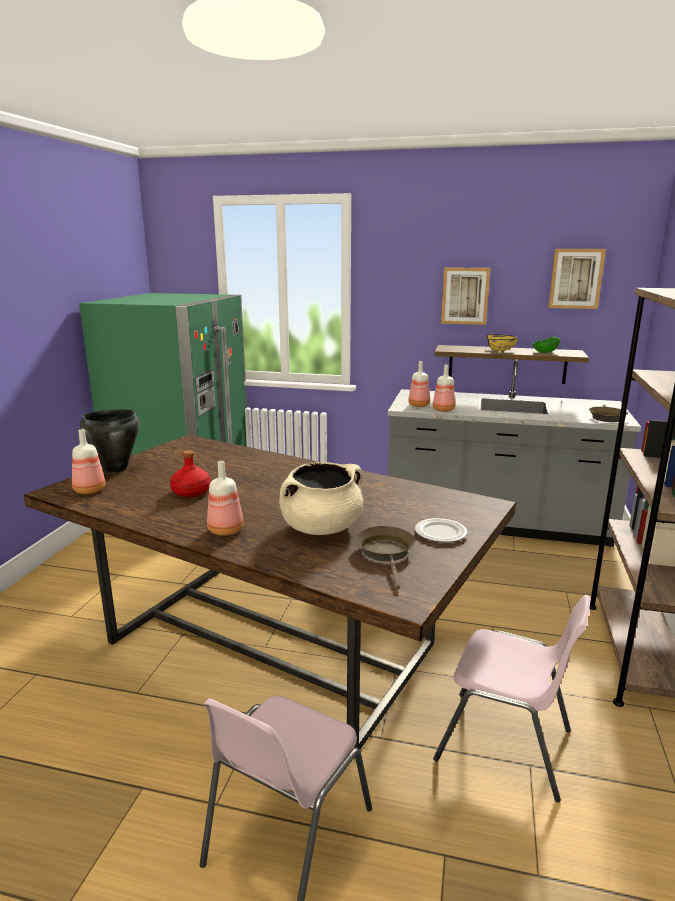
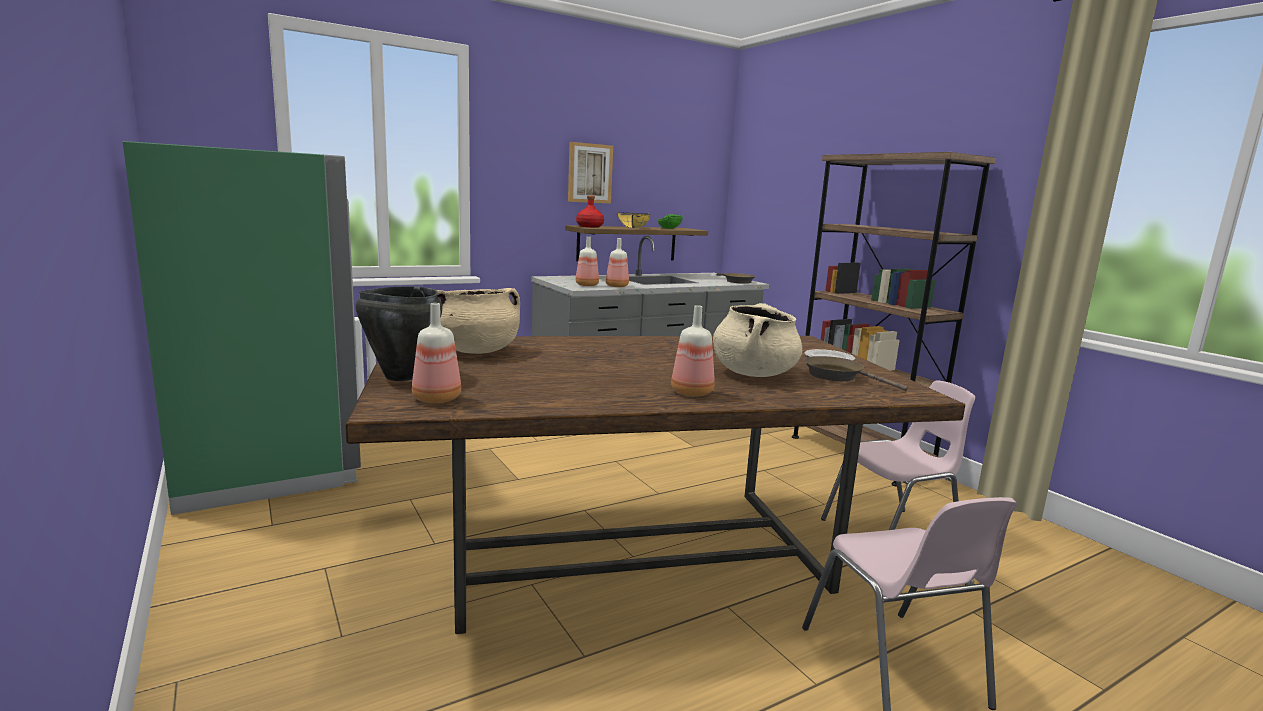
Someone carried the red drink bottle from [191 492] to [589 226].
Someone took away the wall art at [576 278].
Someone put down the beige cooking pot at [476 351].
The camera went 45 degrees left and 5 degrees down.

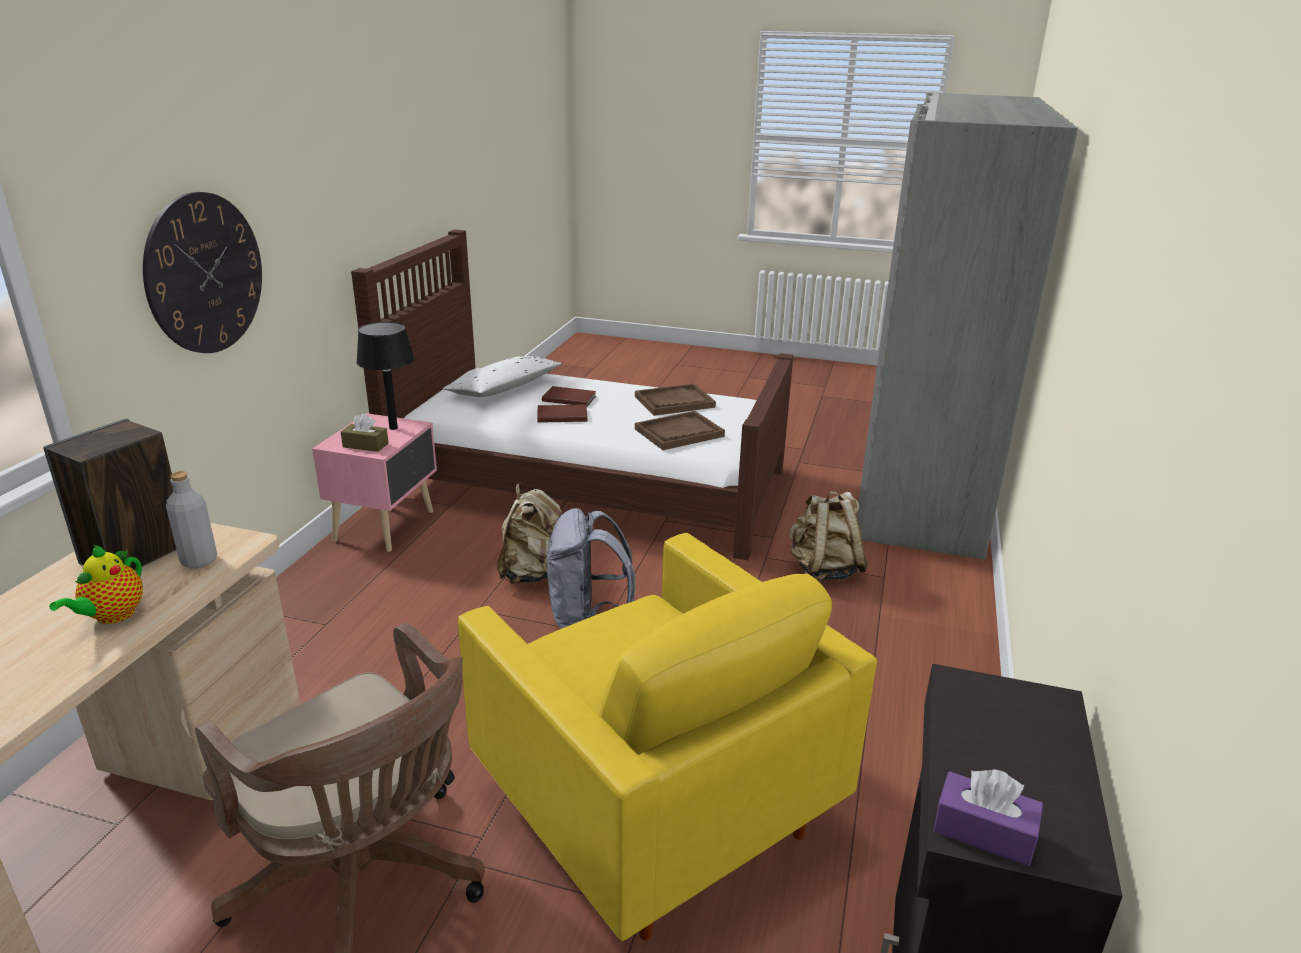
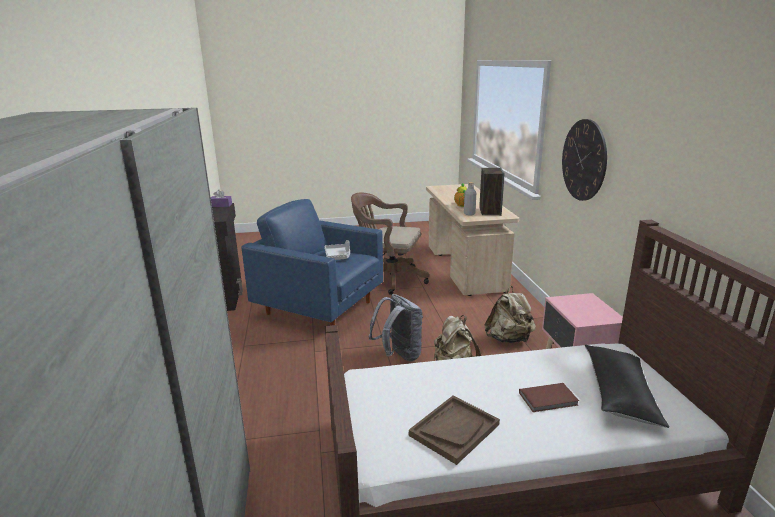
Someone took away the brownish box of tissues at [365 445].
Someone took away the black table lamp at [394 428].
Someone repainted the white-coloured cushion at [504 388], which became the black cushion at [620 393].
Someone repainted the yellow-coloured armchair at [653 807], which became the blue-coloured armchair at [320 308].
Someone took away the brownish volume at [561 415].
Someone took away the brownish carrying tray at [679 433].
Someone carried the beige rucksack from [823 570] to [509 339].
Someone put down the gray carrying tray at [338 256].
The camera went 155 degrees right and 5 degrees down.

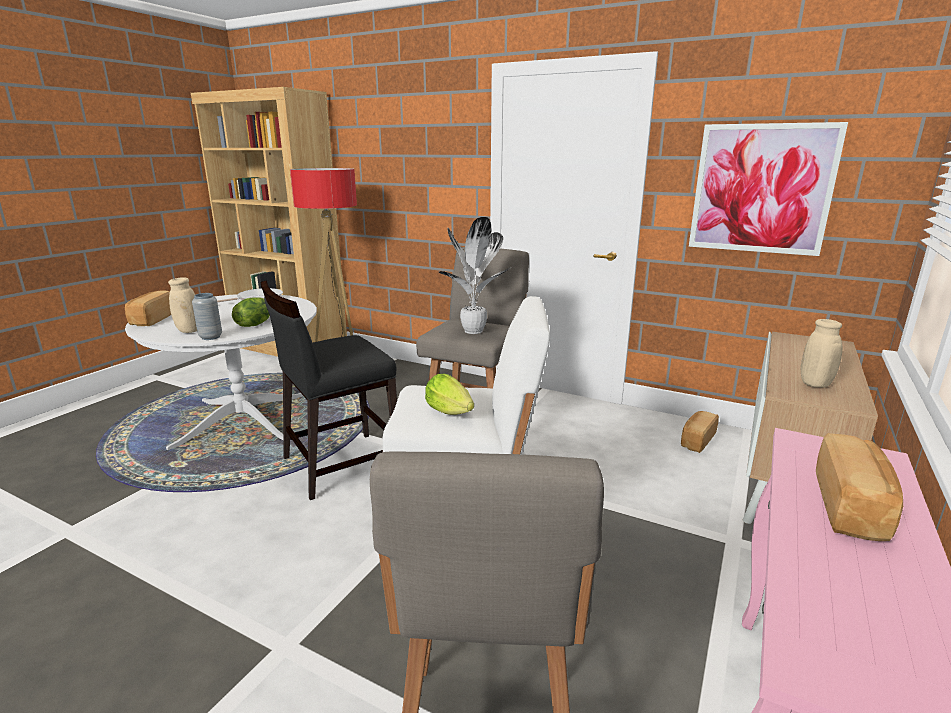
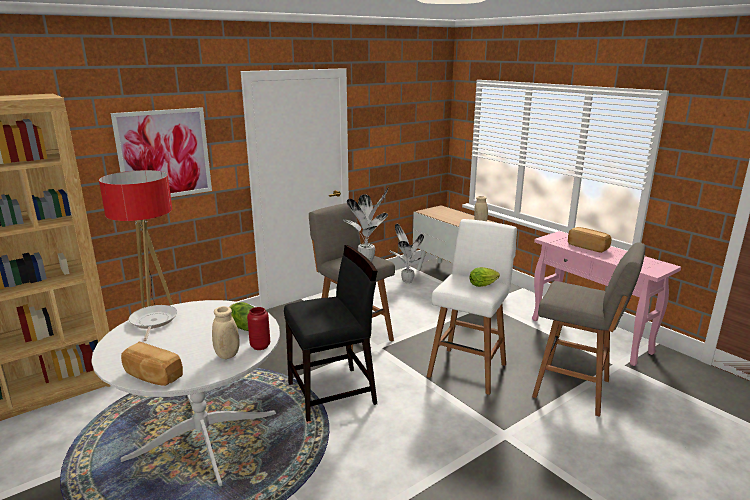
Someone repainted the gray decorative vase at [210 337], which became the red decorative vase at [260 346].
Someone rotated the black plain chair at [340 464] by 105 degrees counterclockwise.
Someone swapped the baked bread at [696 440] for the houseplant at [406 281].
Someone carried the wall art from [761 189] to [164 154].
The camera went 65 degrees left and 0 degrees up.

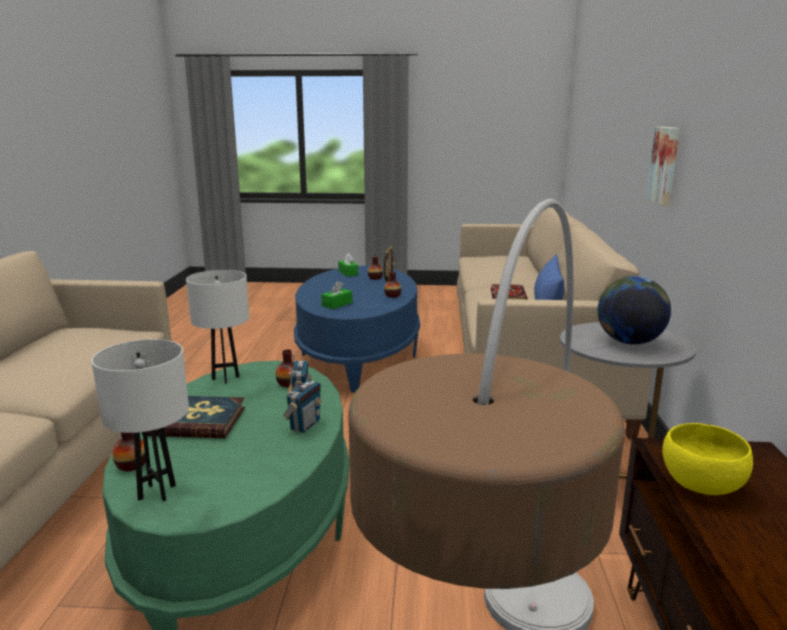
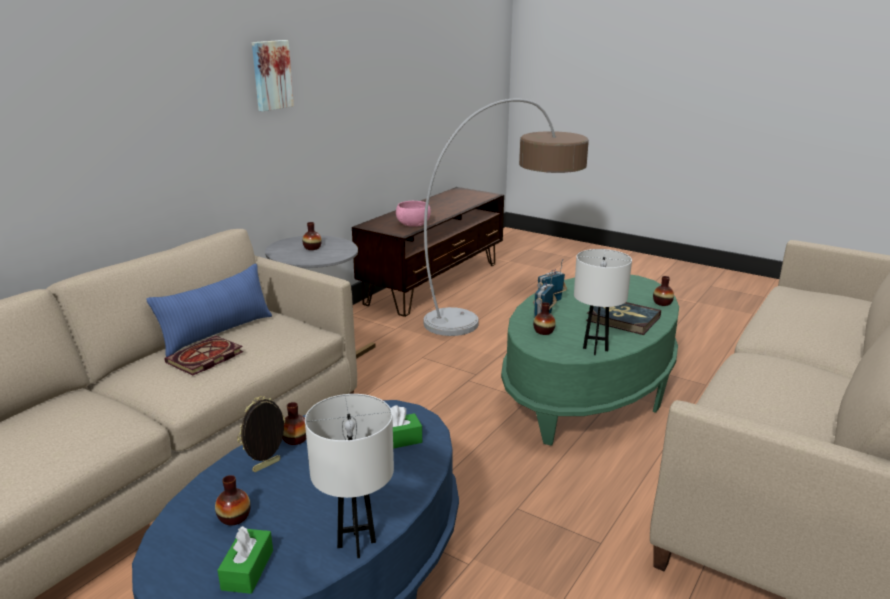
Someone carried the white-coloured table lamp from [156 492] to [357 544].
Someone swapped the globe at [629 342] for the decorative vase at [312 248].
Someone carried the wall art from [665 165] to [271 75].
Someone repainted the yellow-coloured deep dish at [702 483], which became the pink deep dish at [413 224].
The camera went 150 degrees left and 5 degrees up.

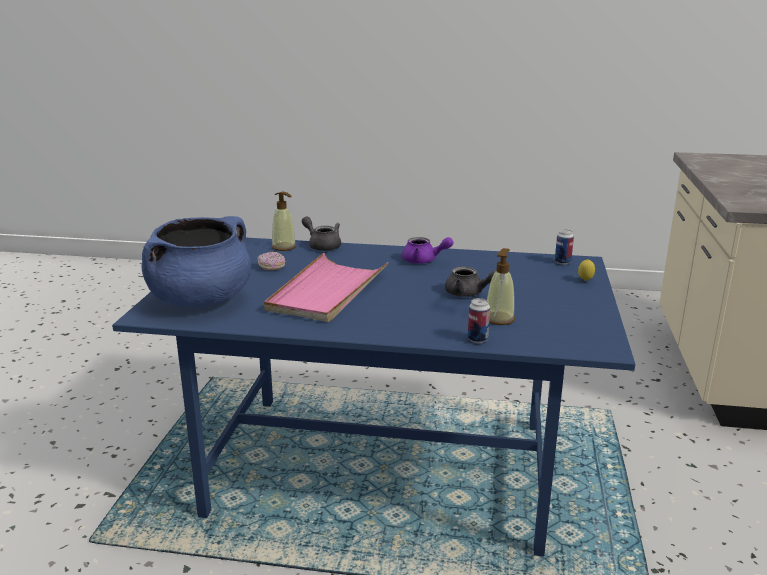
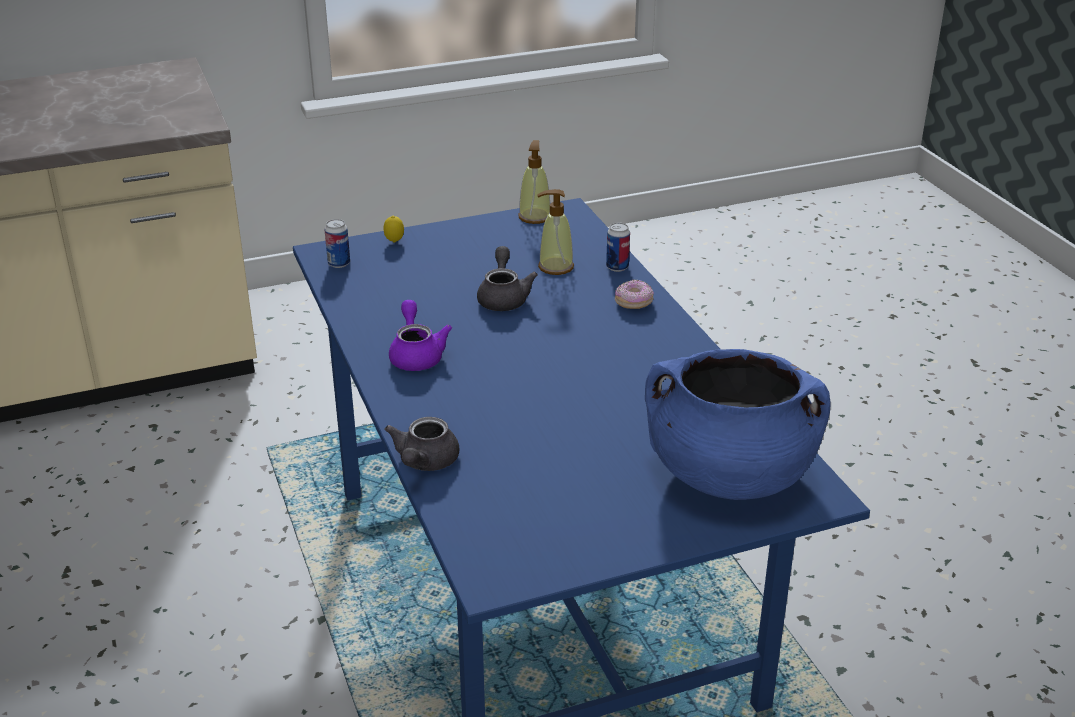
Someone carried the ring doughnut from [272 267] to [634 303].
Someone took away the pink carrying tray at [327 292].
Someone carried the soap dispenser from [284 247] to [535 217].
The camera went 120 degrees left and 10 degrees up.

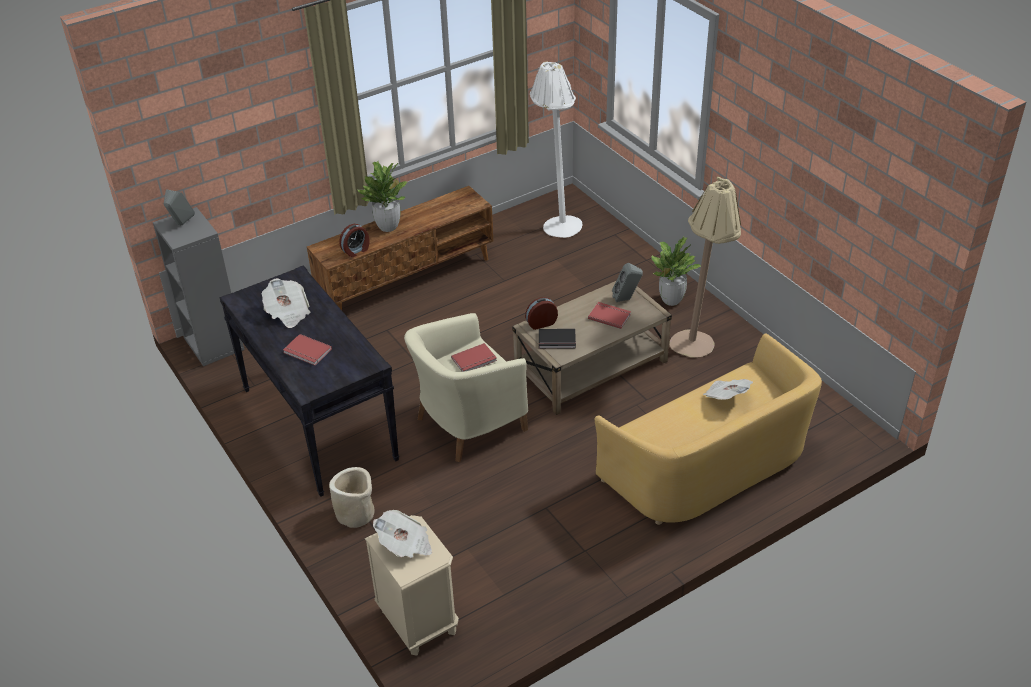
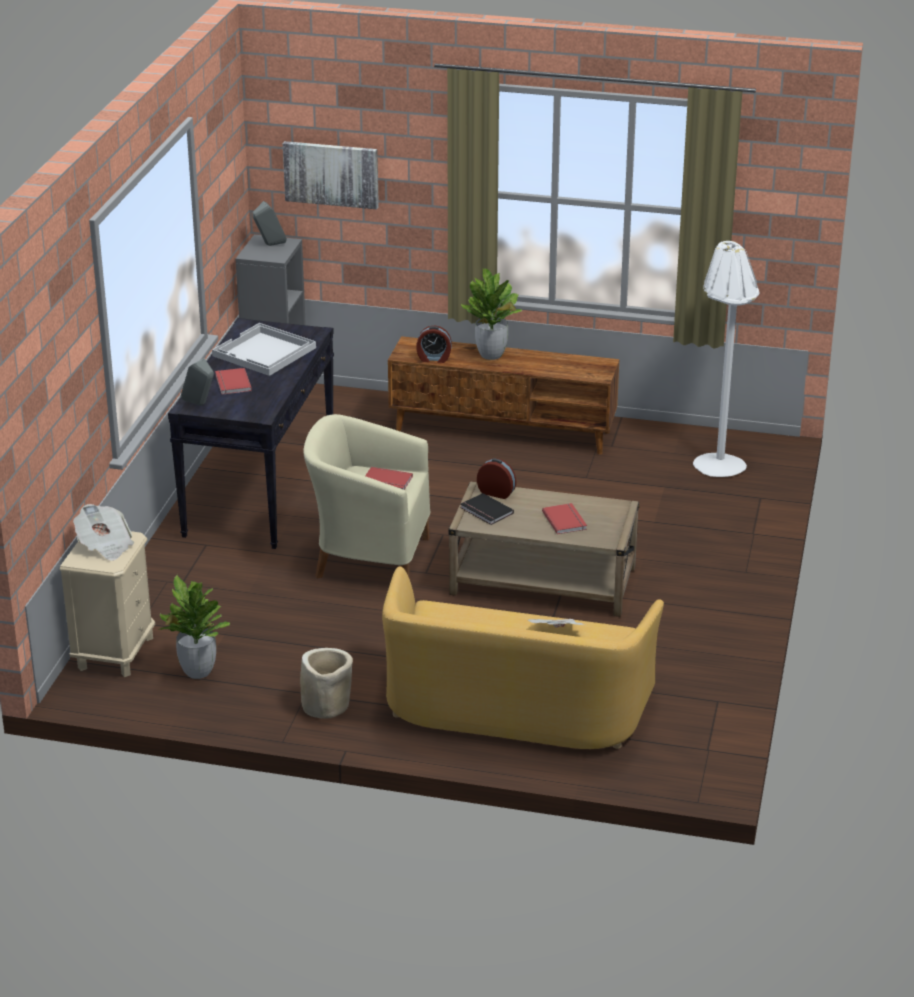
Someone swapped the newspaper at [288 313] for the white-coloured carrying tray at [264 352].
Someone carried the beige plant pot from [356 513] to [326 706].
Someone carried the gray audio speaker from [626 299] to [200 405].
Someone carried the houseplant from [671 300] to [197 671].
Someone took away the beige standard lamp at [697 350].
Someone put up the wall art at [331 174].
The camera went 45 degrees right and 10 degrees down.

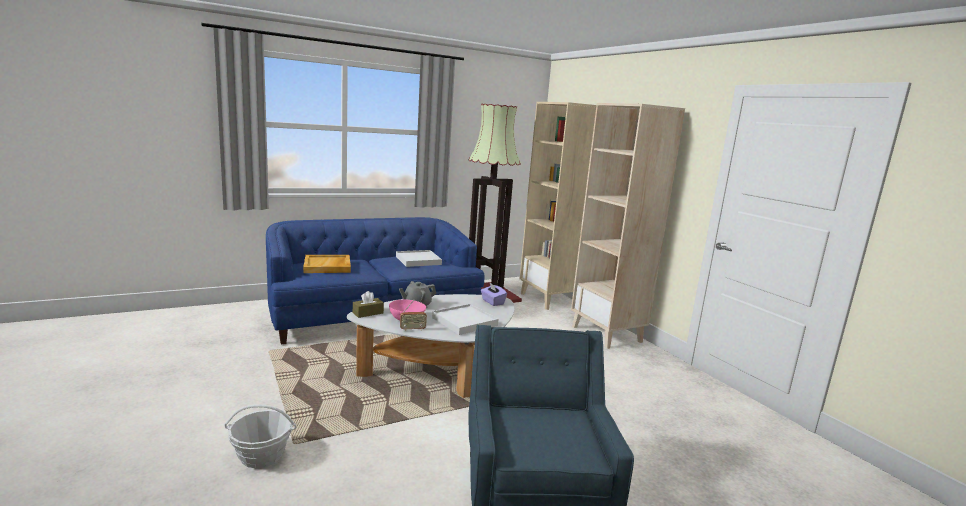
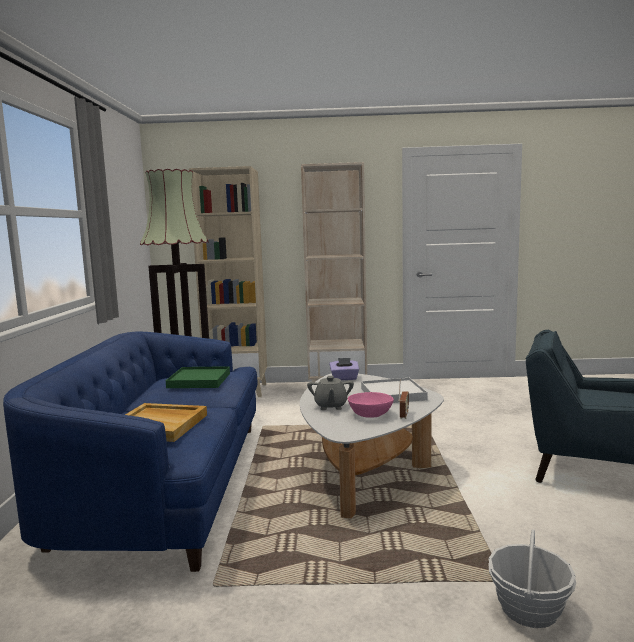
Someone took away the brownish box of tissues at [368 313].
Someone repainted the white-coloured carrying tray at [418 260], which became the green-coloured carrying tray at [199 380].
The camera went 60 degrees left and 5 degrees down.

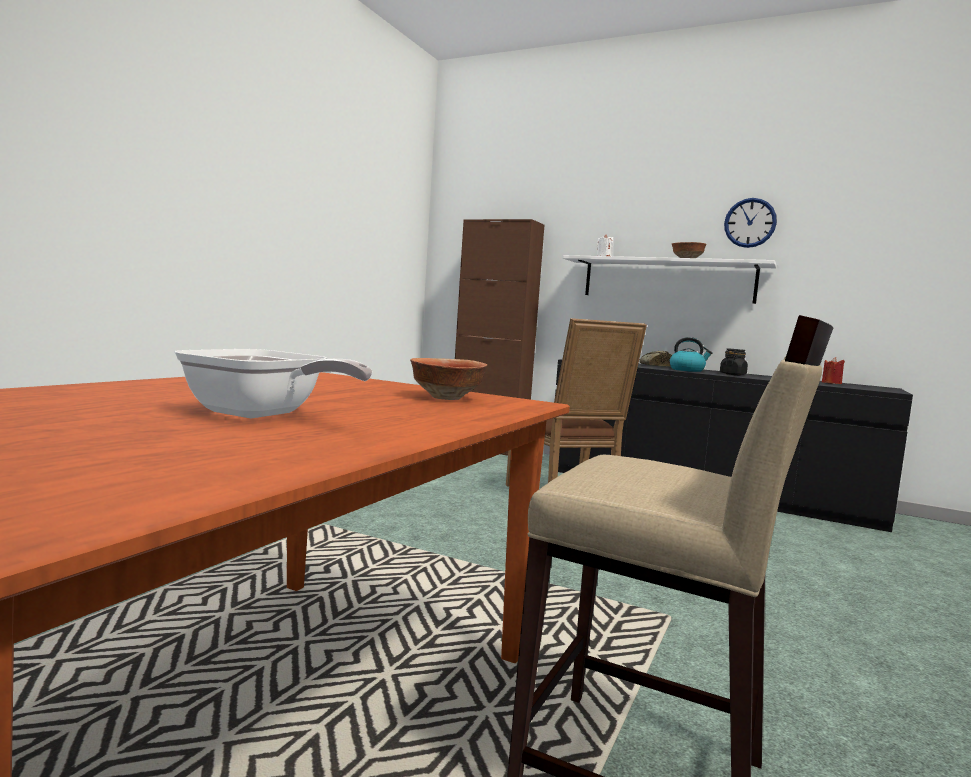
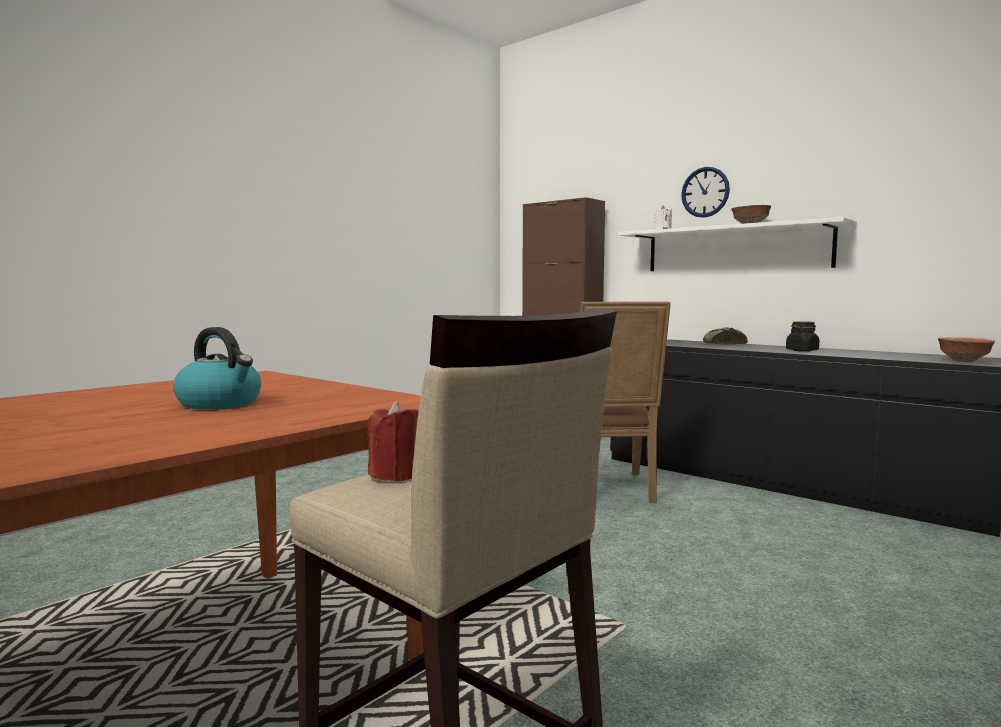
Someone took away the frying pan at [262 415].
Someone carried the deep dish from [448 398] to [964 361].
Someone carried the kettle from [687 370] to [221 404].
Someone carried the clock on the wall from [750 223] to [705 192].
Someone carried the red wax candle from [831 383] to [396 475].
The camera went 15 degrees right and 0 degrees up.

